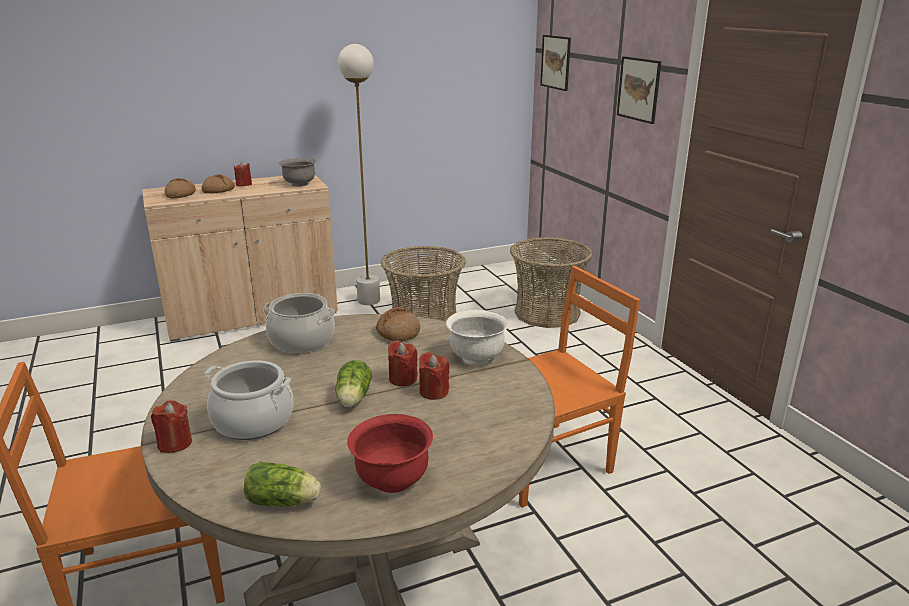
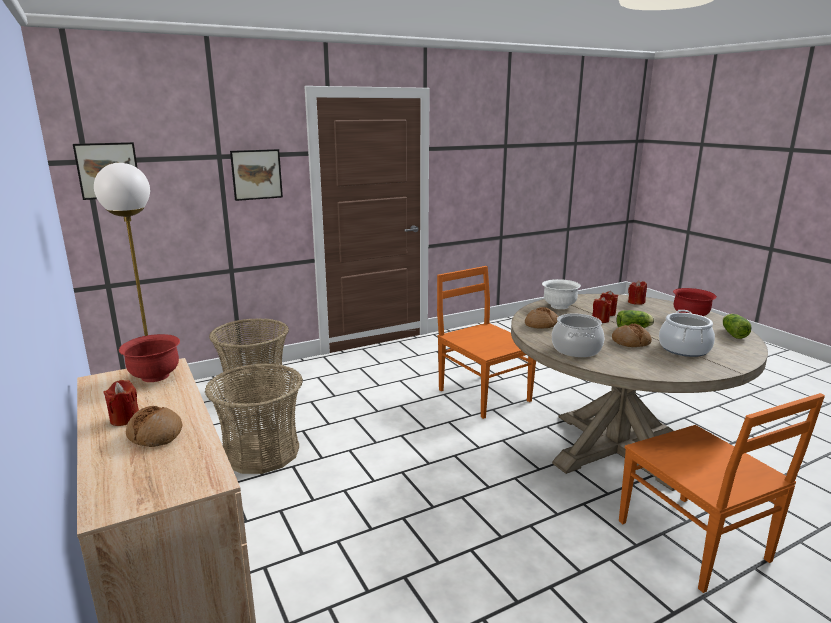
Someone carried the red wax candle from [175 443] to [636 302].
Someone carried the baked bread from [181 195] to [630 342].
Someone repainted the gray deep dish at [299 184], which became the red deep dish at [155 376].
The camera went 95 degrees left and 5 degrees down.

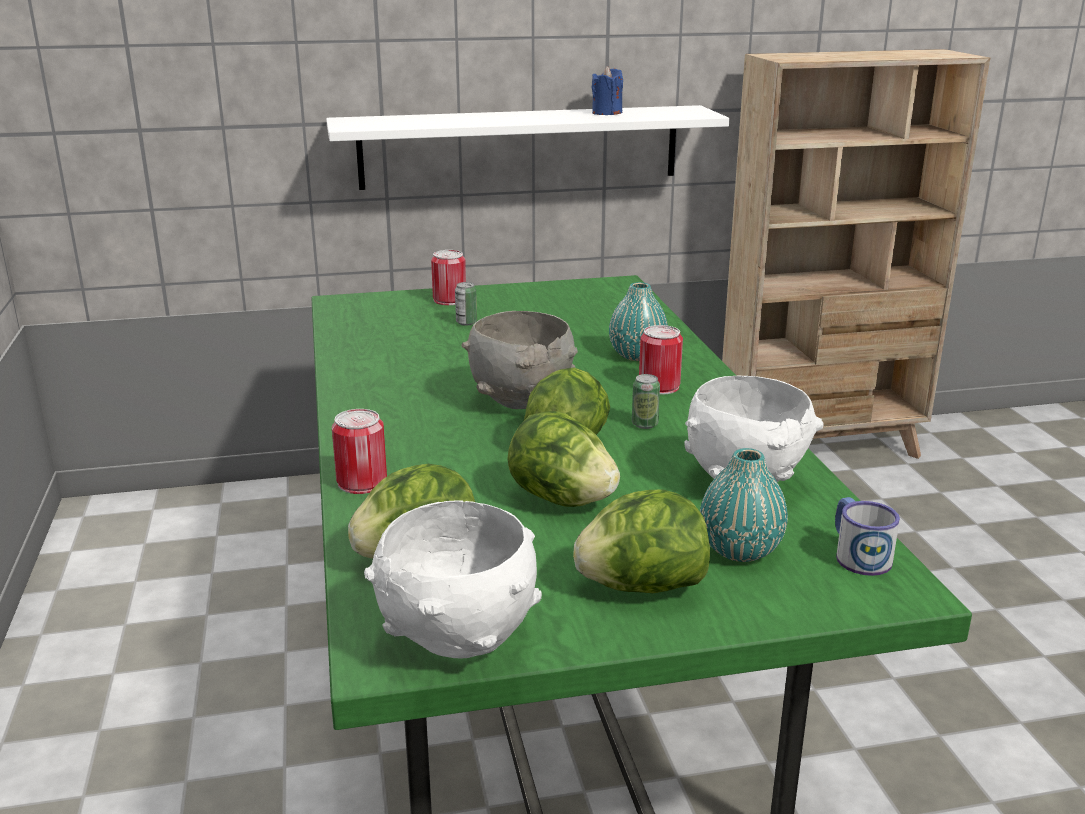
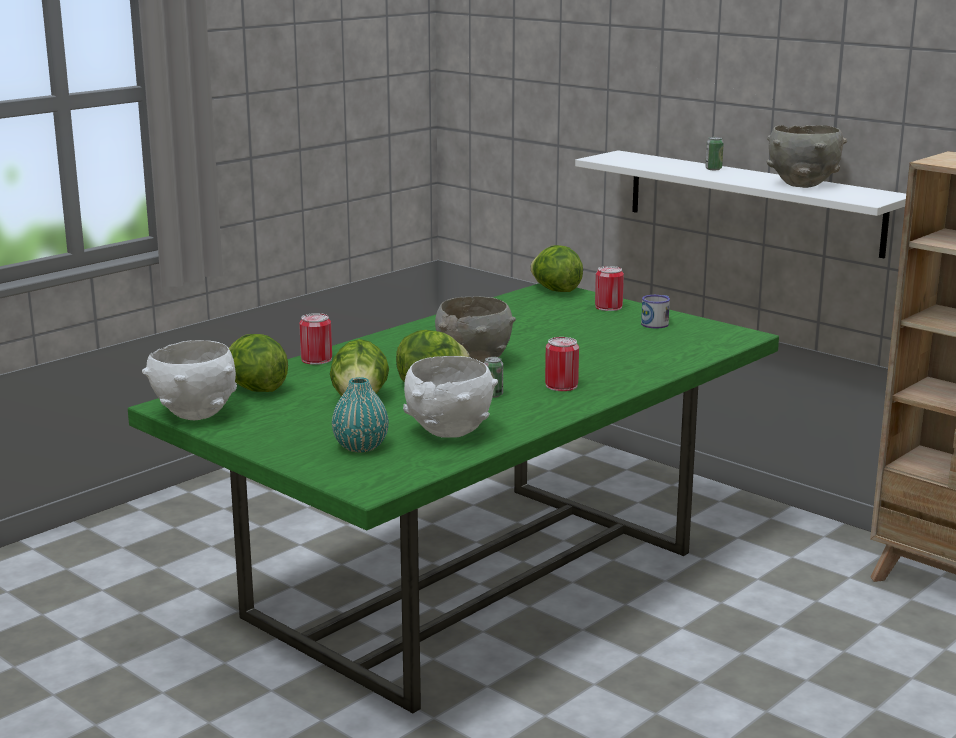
Someone carried the metal can from [466 322] to [713 169].
Someone carried the lettuce from [641 587] to [555 290].
Someone swapped the blue-coloured wax candle at [607 113] for the gray deep dish at [802 184].
Someone took away the turquoise decorative vase at [637 355].
Someone carried the tea mug from [857 555] to [657 323].
The camera went 55 degrees right and 5 degrees down.

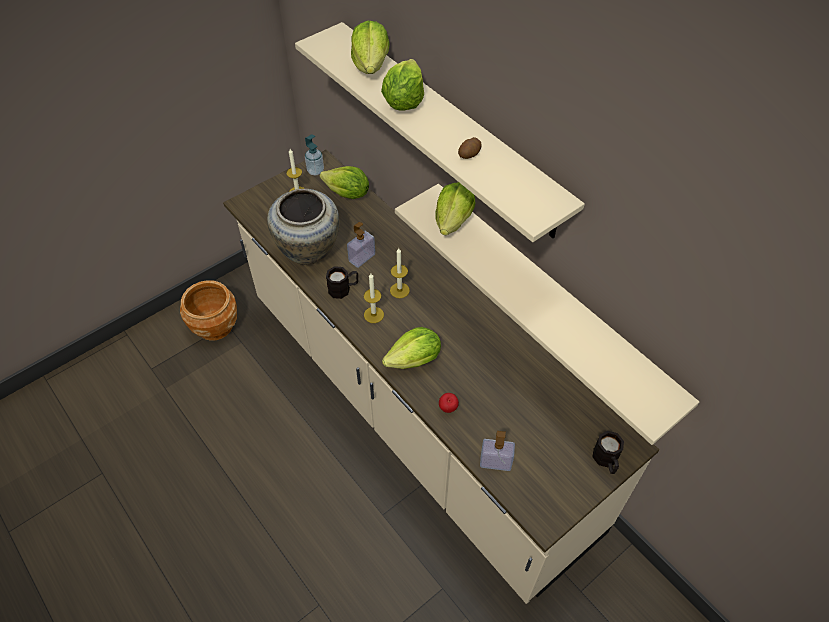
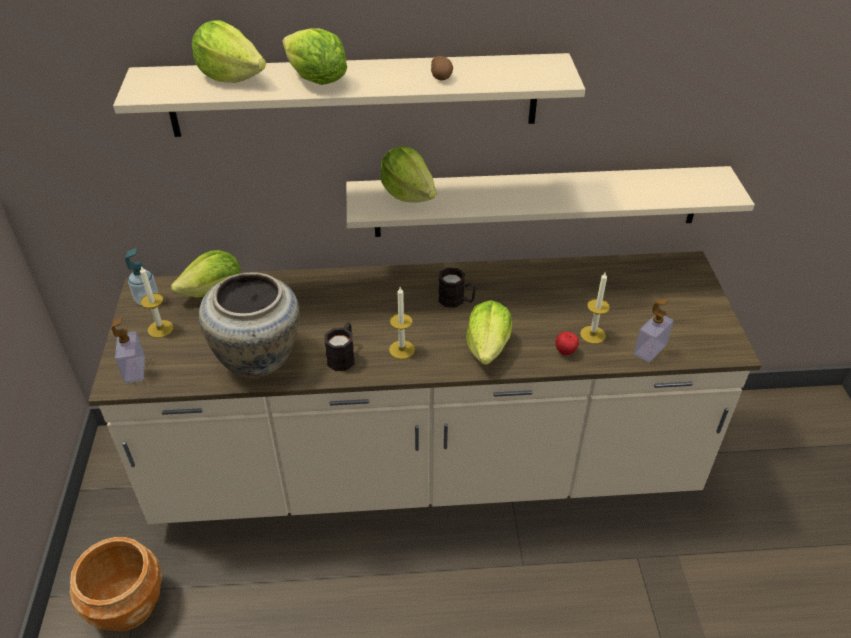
Someone carried the soap dispenser from [362 258] to [134 370].
Someone carried the wax candle from [399 290] to [592 334].
Someone carried the black tea mug from [606 461] to [456 300].
The camera went 55 degrees left and 10 degrees down.

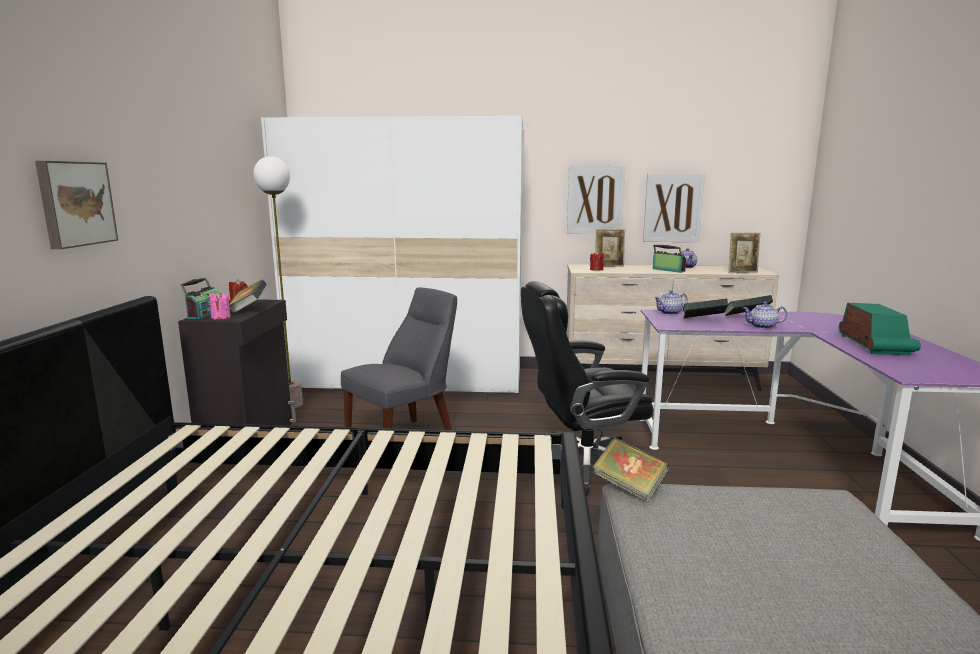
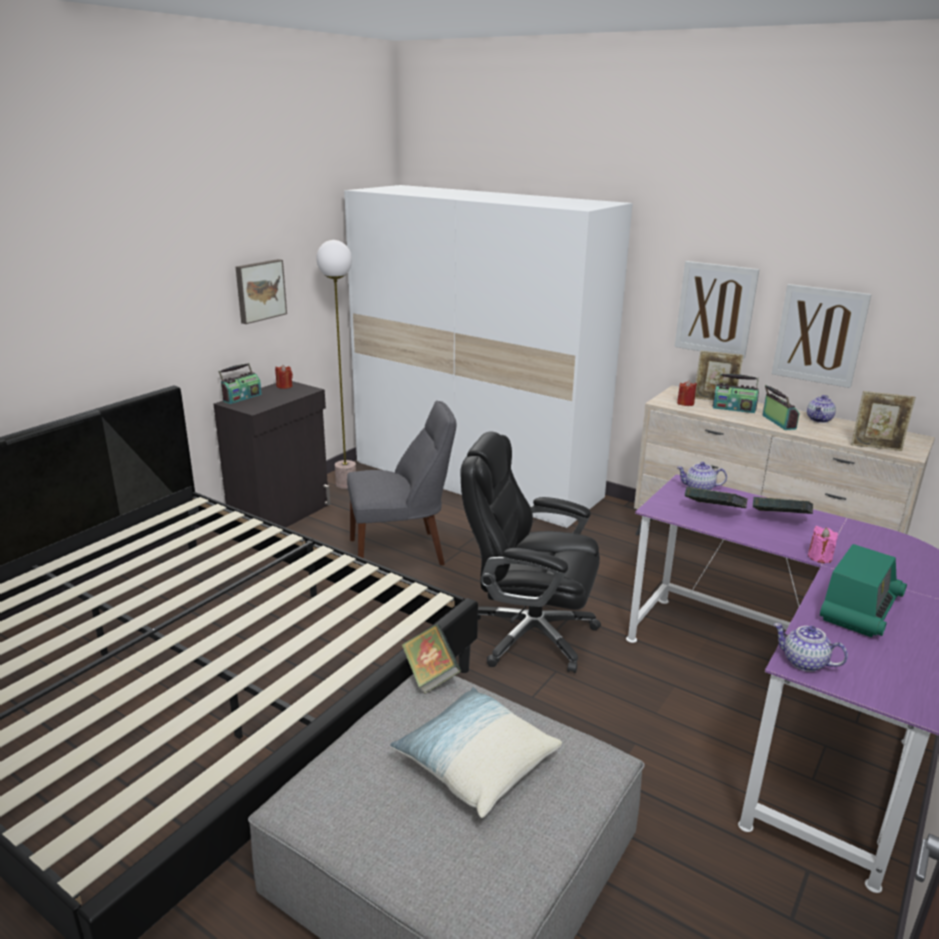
Someone carried the wall art from [75 203] to [259 290].
Someone carried the pink wax candle from [221 317] to [819 557].
Someone took away the volume at [249 309].
Someone carried the pot for tea from [762 326] to [804 662].
Someone put down the cushion at [475 764].
Someone put down the radio receiver at [733 408].
The camera went 30 degrees right and 10 degrees up.

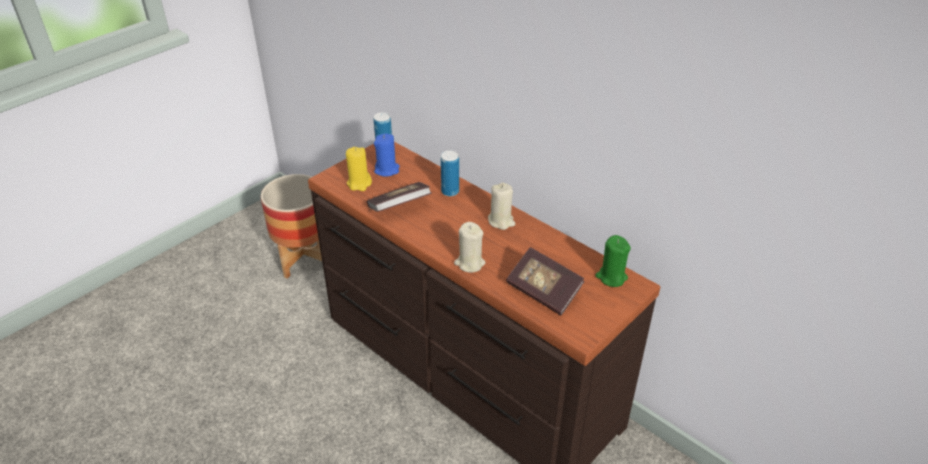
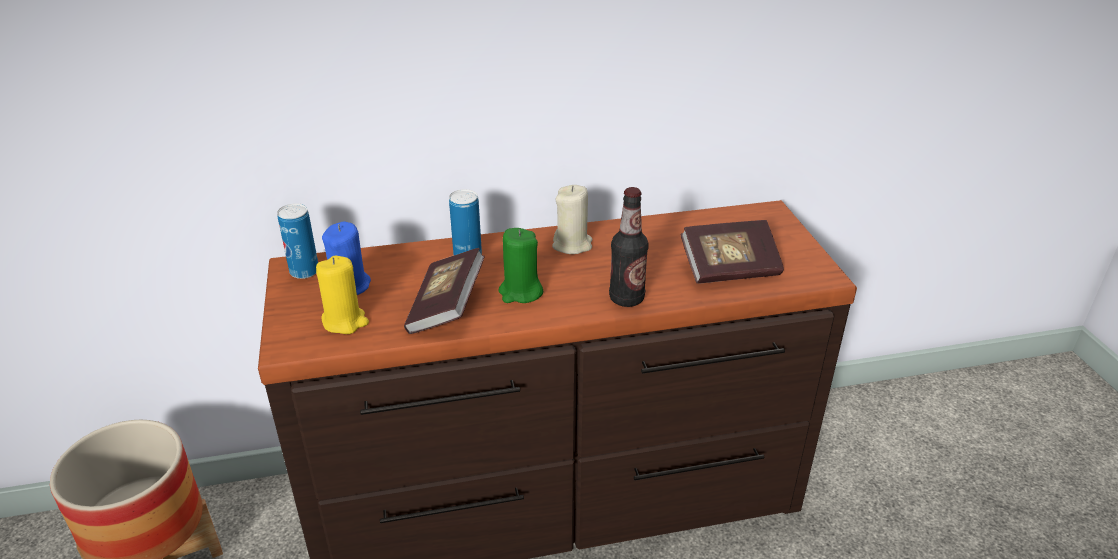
Someone swapped the beige wax candle at [469 263] for the drink bottle at [626 298].
Someone carried the green-coloured wax candle from [611 277] to [520 292].
The camera went 55 degrees left and 5 degrees down.

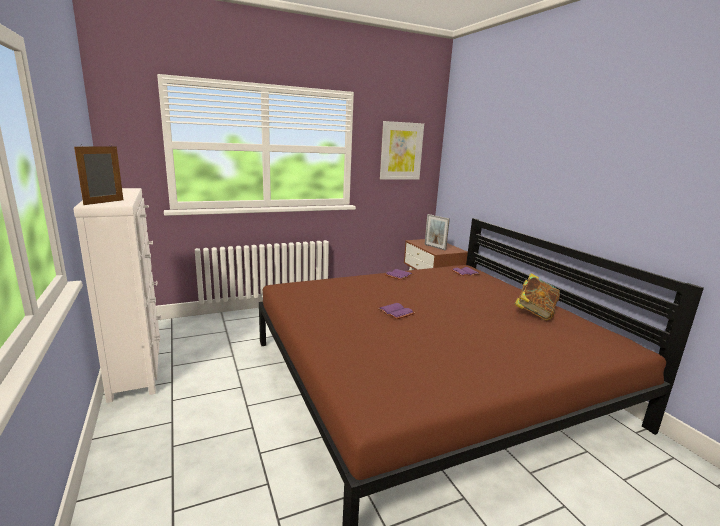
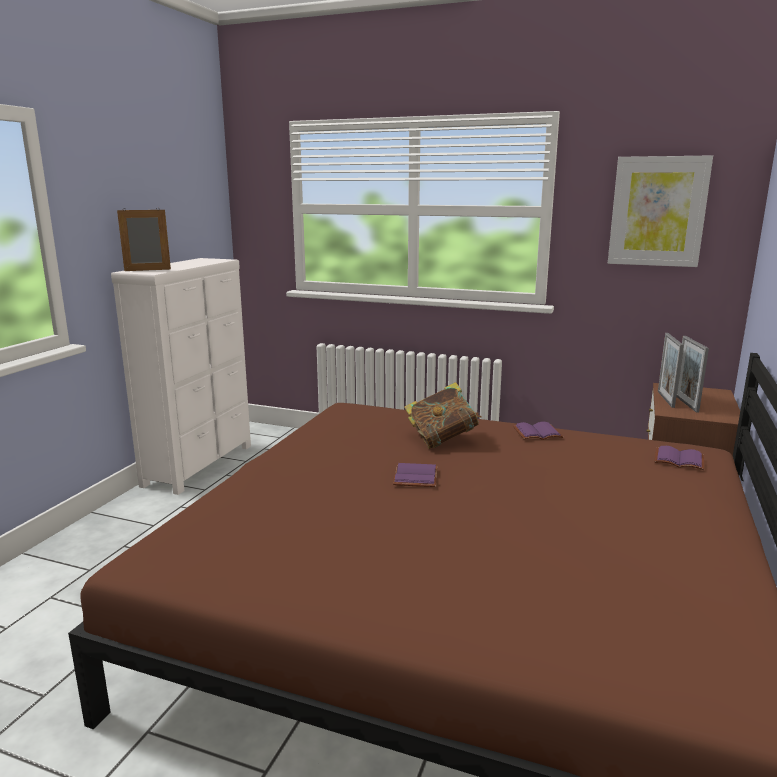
Someone carried the volume from [534 312] to [442 440].
Someone put down the standing frame at [665 399].
The camera went 45 degrees right and 0 degrees up.

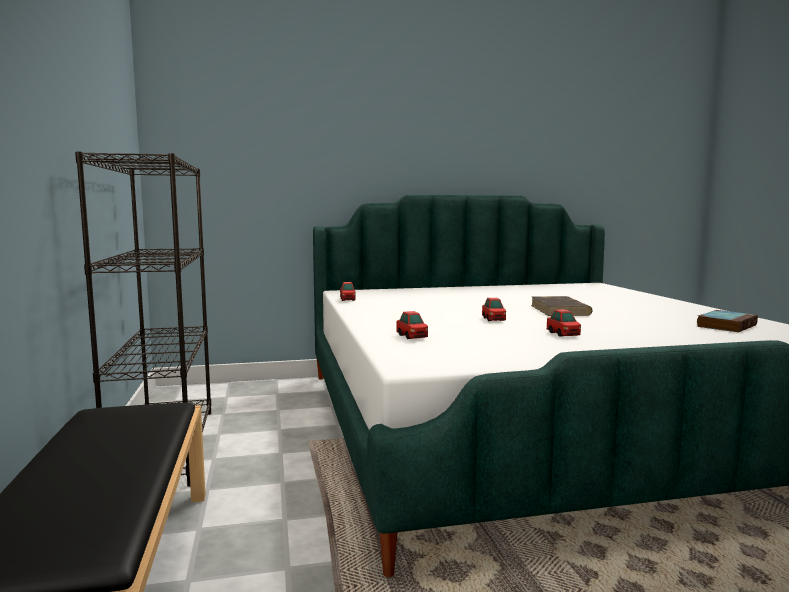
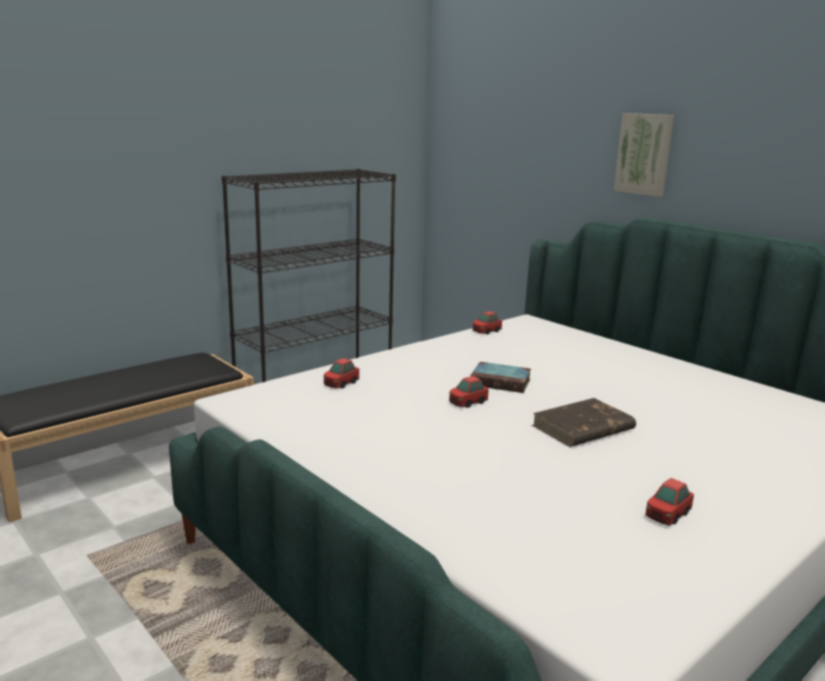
Someone carried the model car from [563 334] to [667 514].
Someone carried the volume from [726 325] to [502 382].
Someone put up the wall art at [644 154].
The camera went 60 degrees right and 10 degrees up.

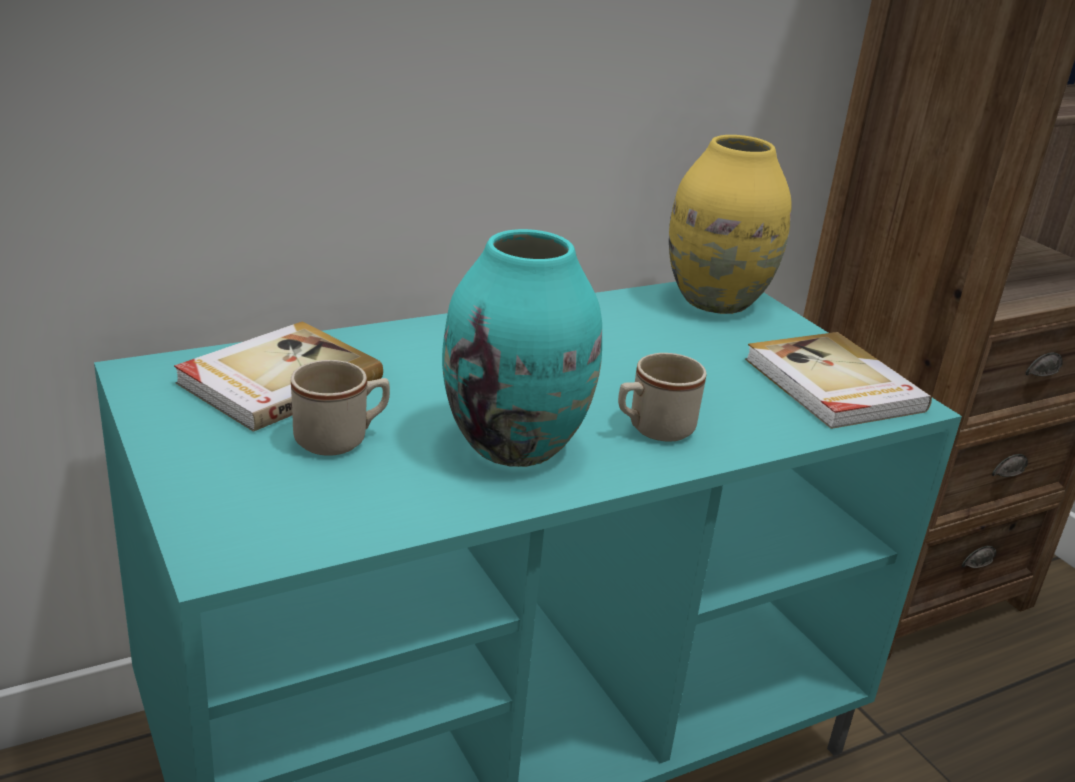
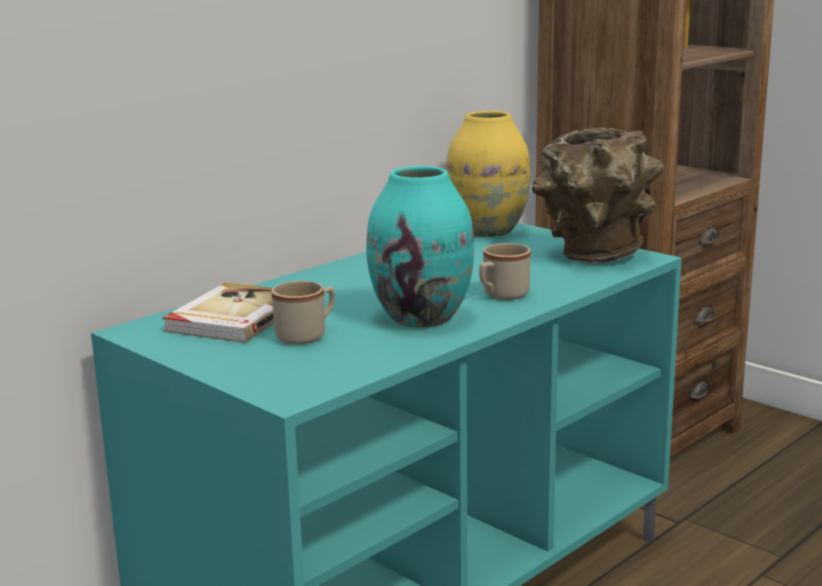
Someone swapped the volume at [832 386] for the brownish decorative vase at [594 257].
The camera went 15 degrees left and 10 degrees down.

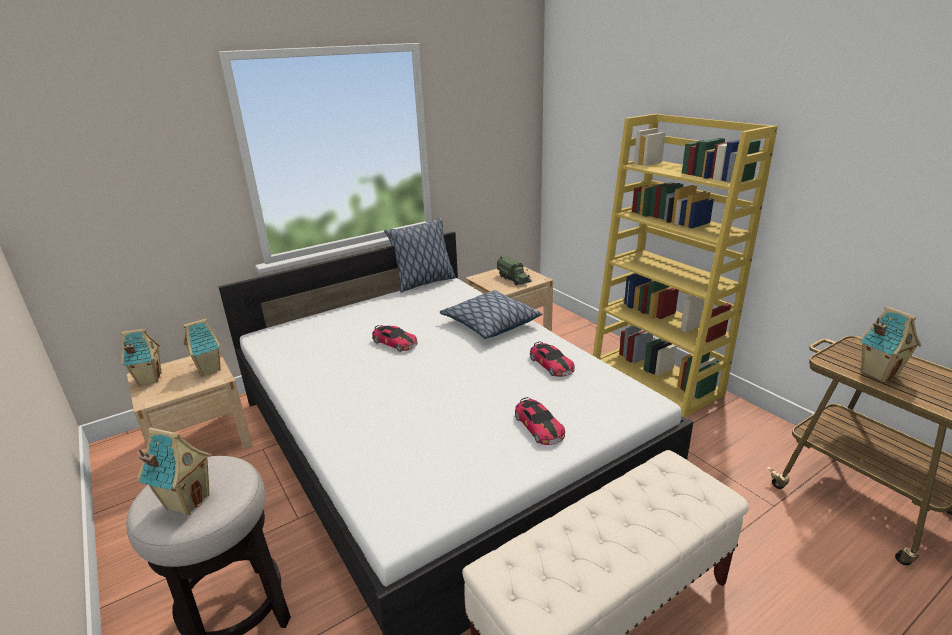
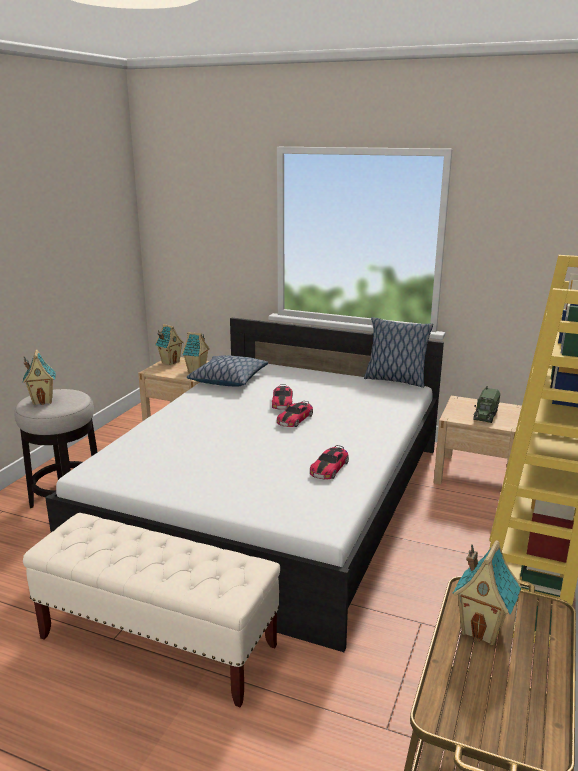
Someone carried the cushion from [490 324] to [228 379].
Someone carried the model car from [538 426] to [295 419].
The camera went 55 degrees right and 5 degrees down.

